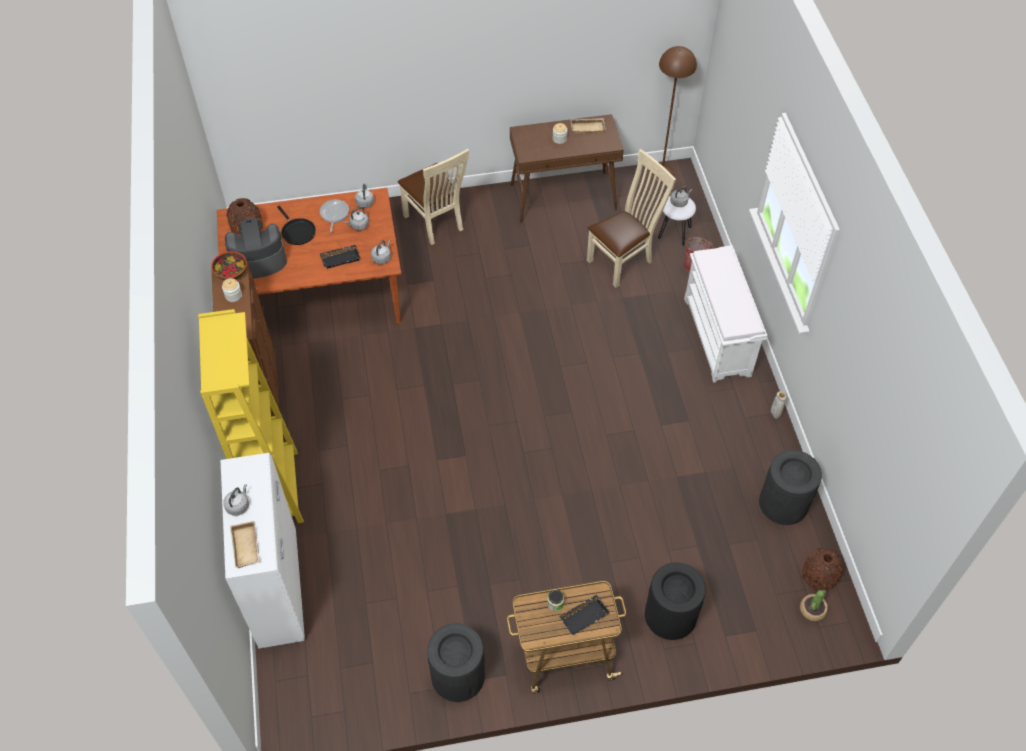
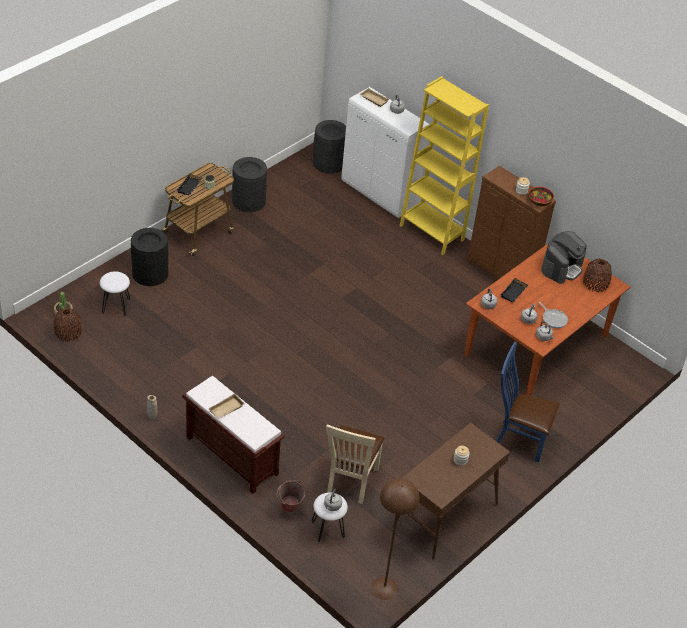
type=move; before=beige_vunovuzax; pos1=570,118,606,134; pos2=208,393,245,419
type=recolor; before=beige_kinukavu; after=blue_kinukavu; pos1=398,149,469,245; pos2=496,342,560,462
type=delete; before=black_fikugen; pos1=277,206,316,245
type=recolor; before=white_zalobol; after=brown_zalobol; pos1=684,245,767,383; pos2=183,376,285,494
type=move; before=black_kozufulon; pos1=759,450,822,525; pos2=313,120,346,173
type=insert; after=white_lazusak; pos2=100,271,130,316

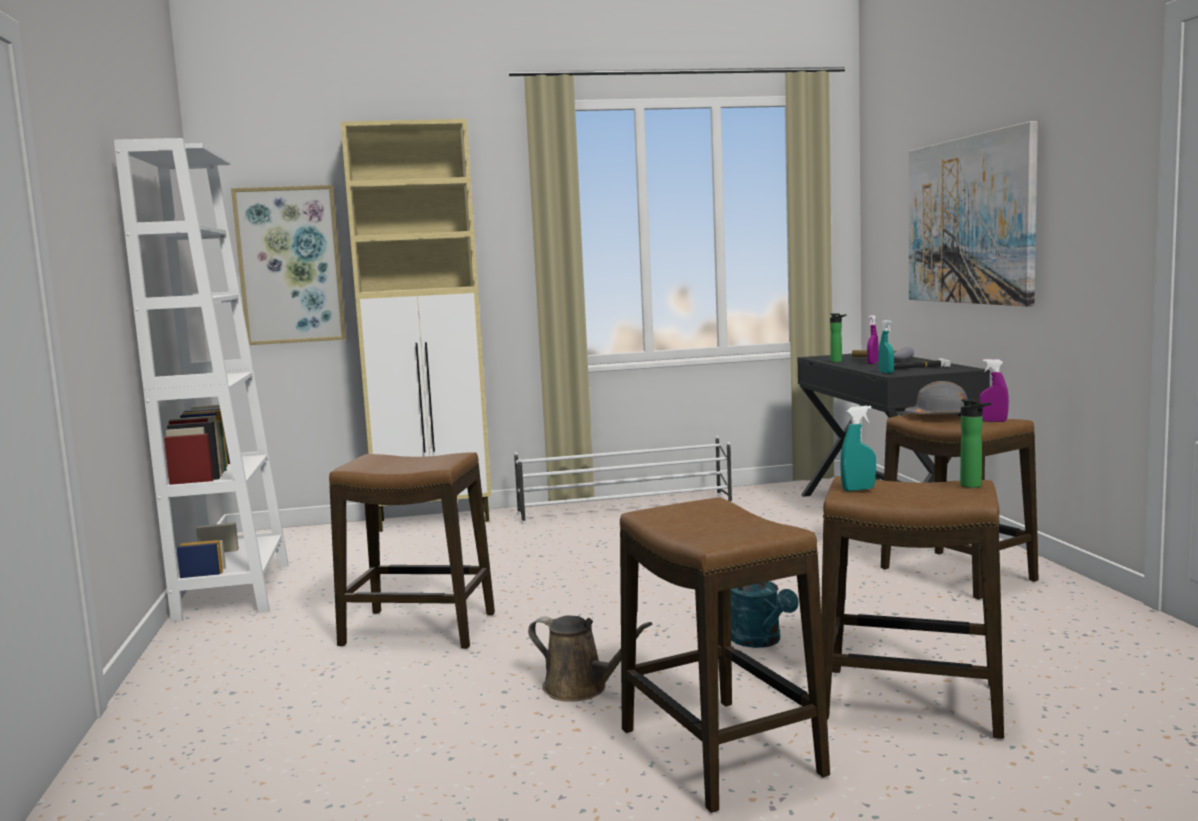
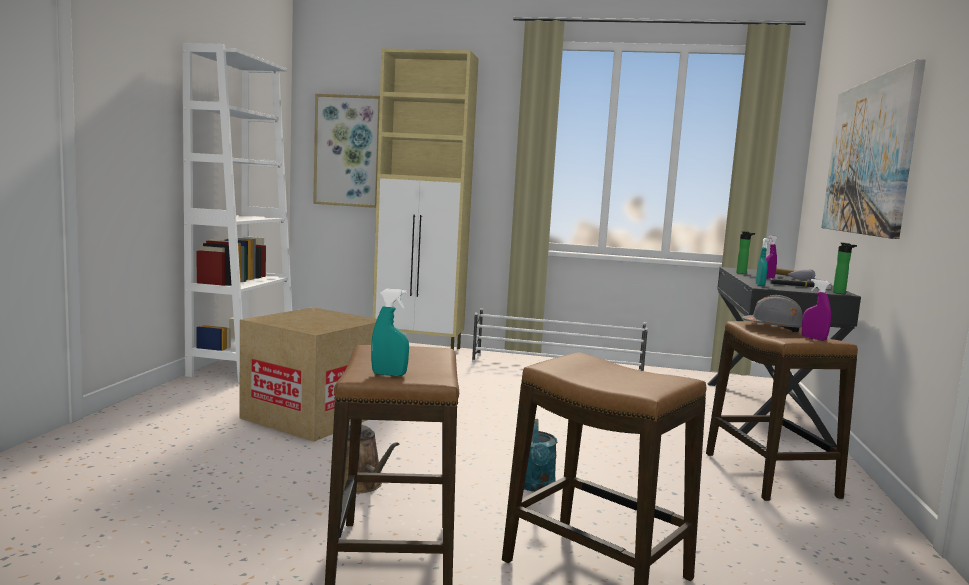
type=move; before=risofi; pos1=960,399,992,488; pos2=833,242,857,294
type=move; before=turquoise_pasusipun; pos1=840,406,876,491; pos2=371,289,409,376
type=replace; before=lazusak; after=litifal; pos1=329,452,495,649; pos2=239,307,377,442

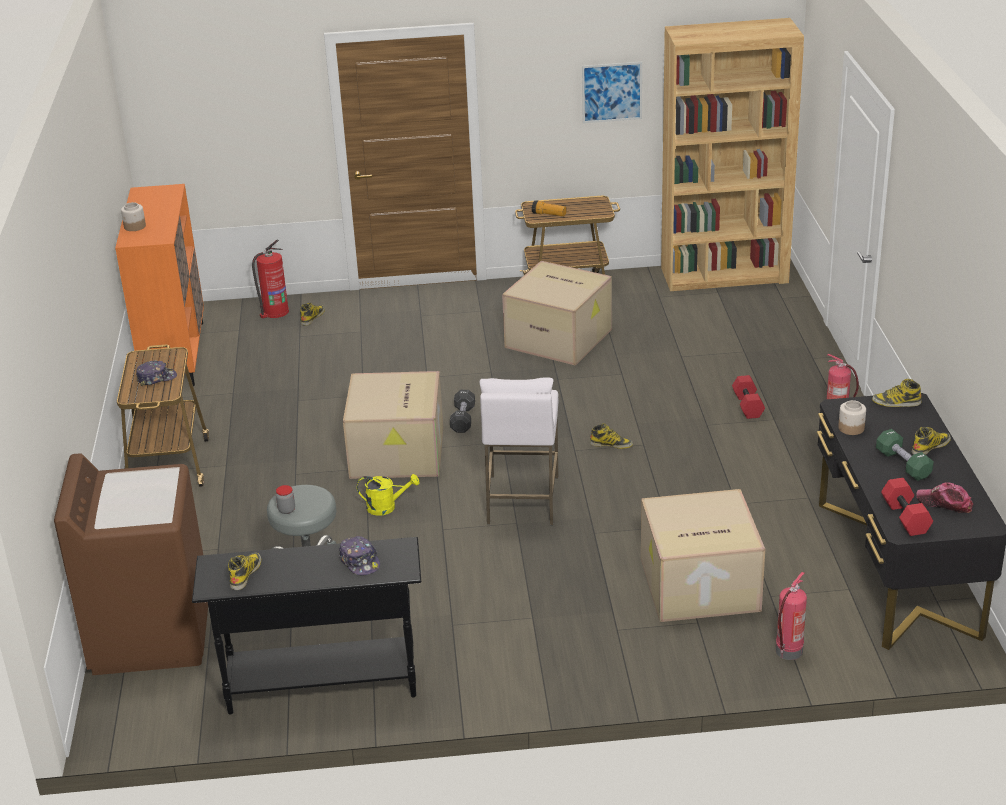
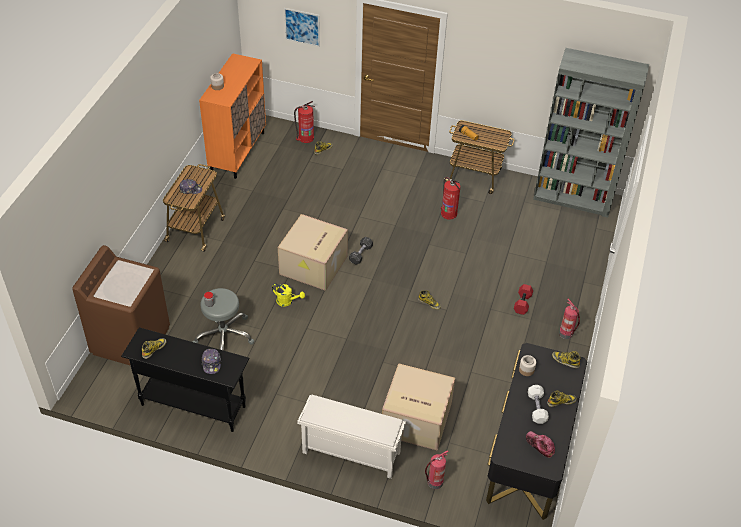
type=recolor; before=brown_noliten; after=grey_noliten; pos1=661,18,804,291; pos2=533,48,649,218
type=move; before=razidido; pos1=582,62,642,123; pos2=284,8,320,47
type=replace; before=litifal; after=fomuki; pos1=502,261,612,366; pos2=441,177,461,220
type=delete; before=white_lazusak; pos1=480,377,559,525
type=recolor; before=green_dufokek; after=white_dufokek; pos1=876,429,934,481; pos2=528,385,549,424
type=delete; before=red_dufokek; pos1=881,478,933,536
type=insert; after=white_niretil; pos2=297,395,406,479

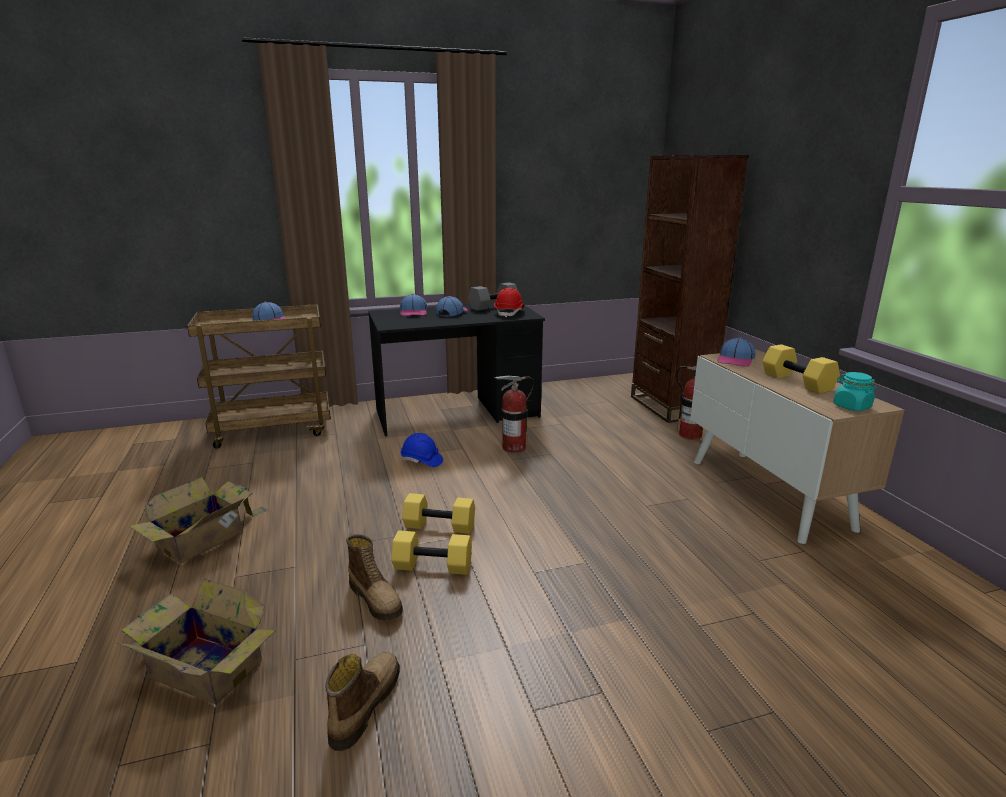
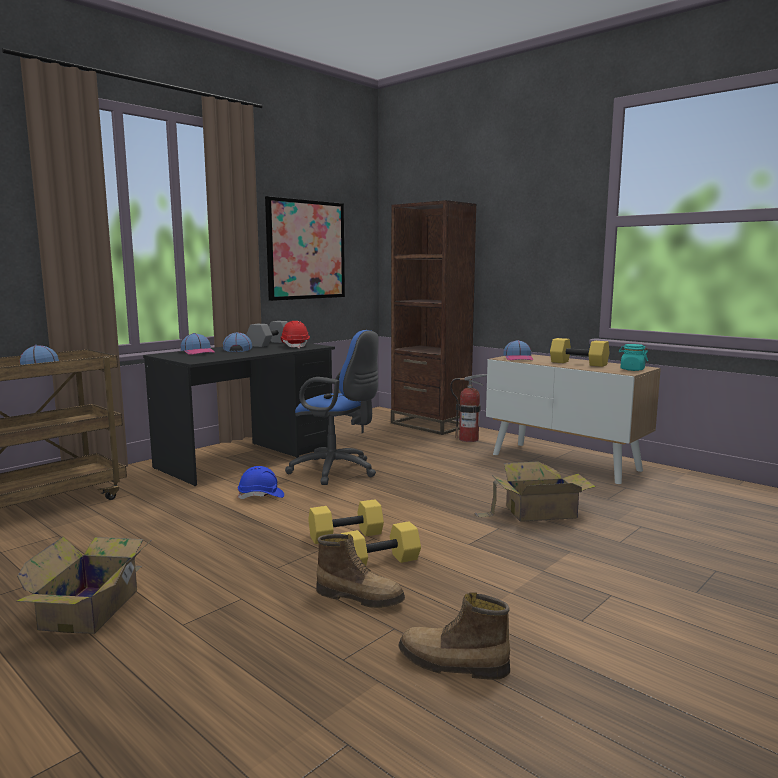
type=replace; before=fomuki; after=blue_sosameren; pos1=494,376,534,453; pos2=285,330,379,485
type=move; before=litifal; pos1=116,578,276,705; pos2=474,461,596,522
type=rotate; before=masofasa; pos1=326,652,400,751; pos2=398,592,510,680; turn=-60
type=insert; after=razidido; pos2=265,196,345,301

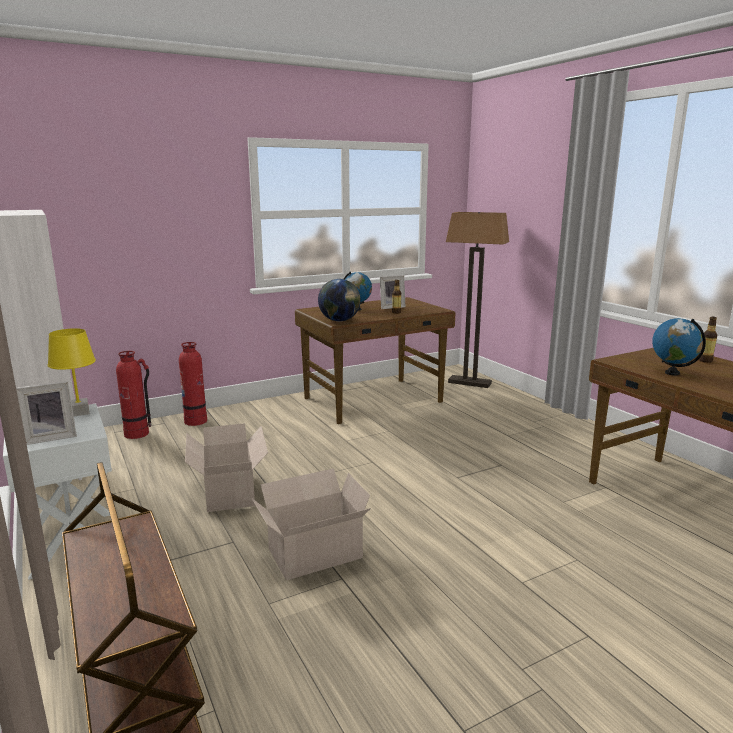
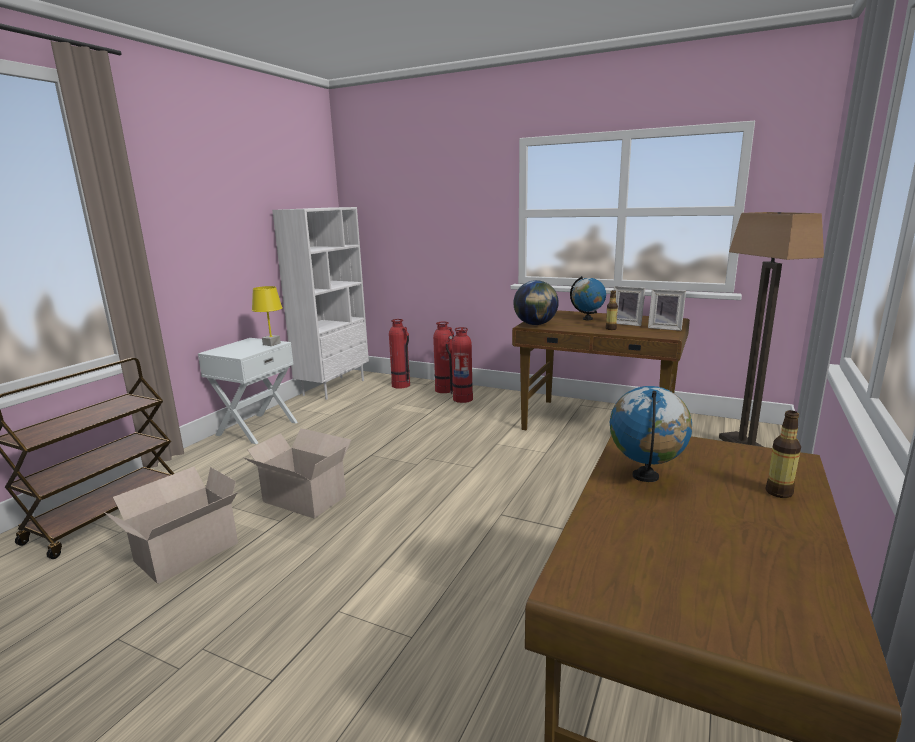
type=move; before=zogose; pos1=16,381,77,445; pos2=648,289,686,331
type=move; before=litifal; pos1=185,423,268,512; pos2=104,467,238,584
type=insert; after=fomuki; pos2=446,327,473,403

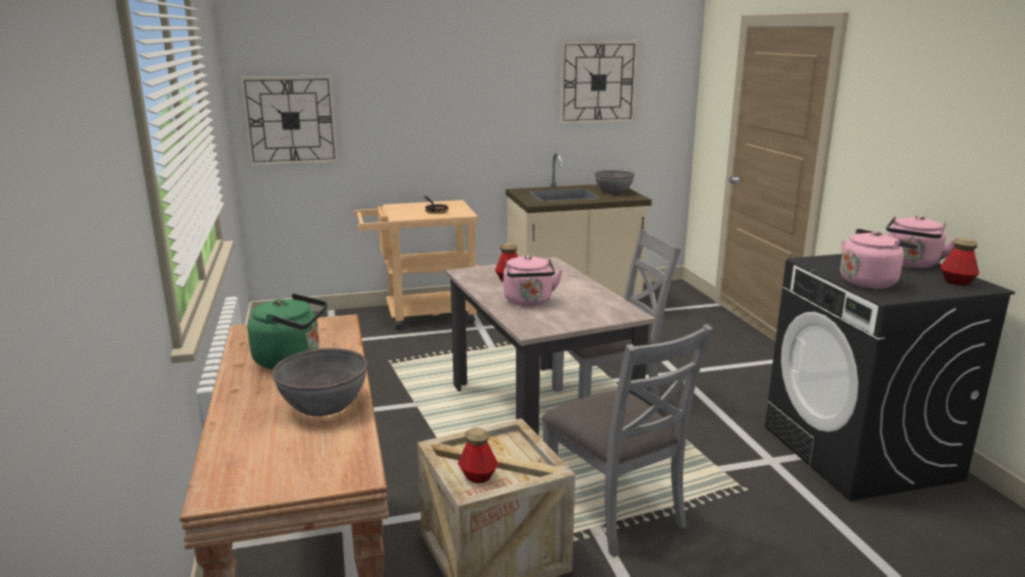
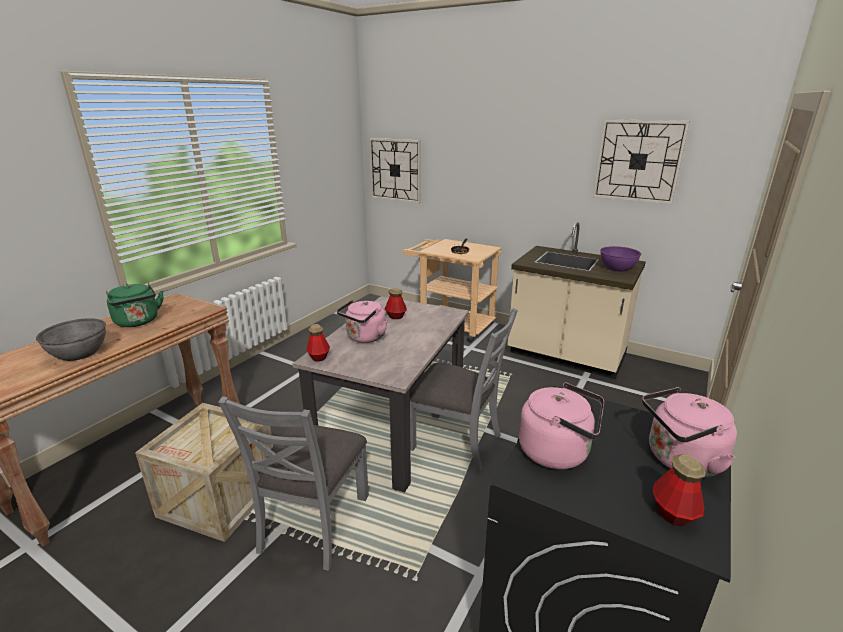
type=recolor; before=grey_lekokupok; after=purple_lekokupok; pos1=595,170,635,194; pos2=600,246,641,272
type=move; before=risofi; pos1=458,427,498,483; pos2=306,324,330,361

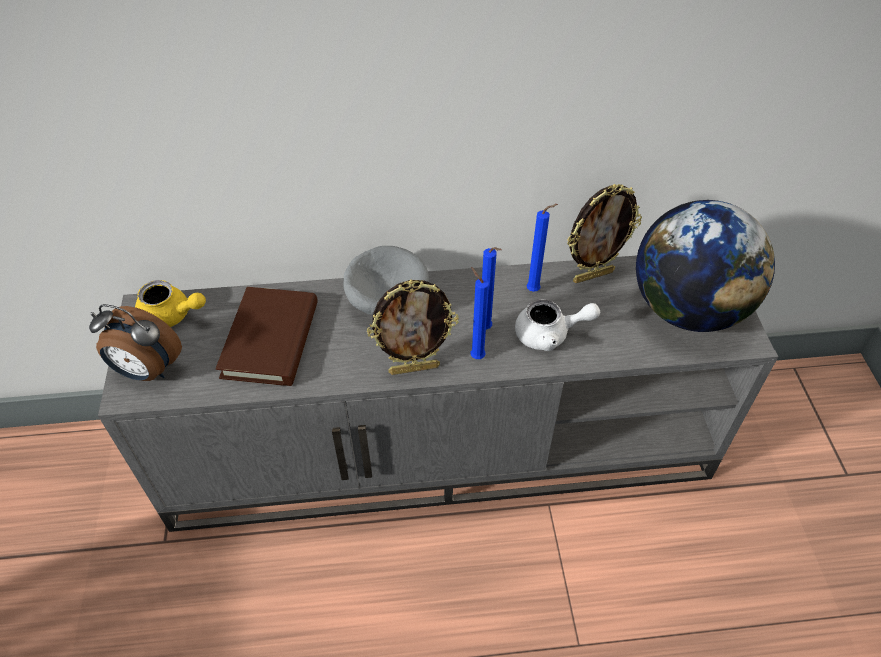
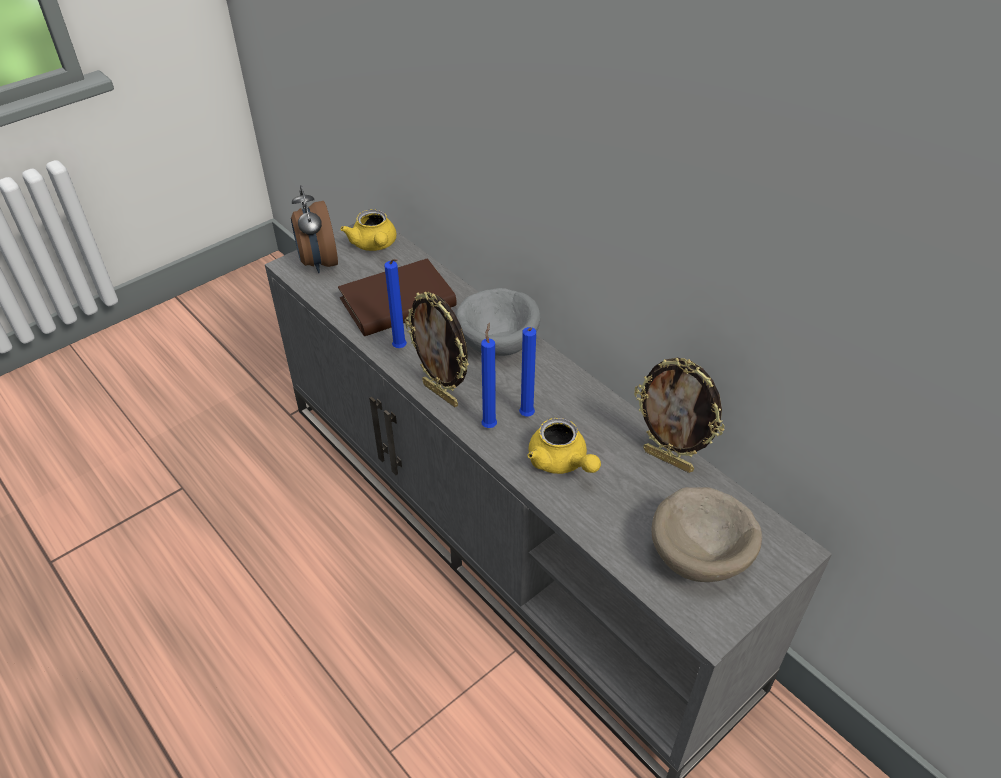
type=replace; before=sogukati; after=beige_lekokupok; pos1=636,200,775,332; pos2=652,487,763,582
type=move; before=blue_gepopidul; pos1=527,204,558,292; pos2=384,259,407,348
type=recolor; before=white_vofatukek; after=yellow_vofatukek; pos1=515,299,600,351; pos2=528,418,601,474

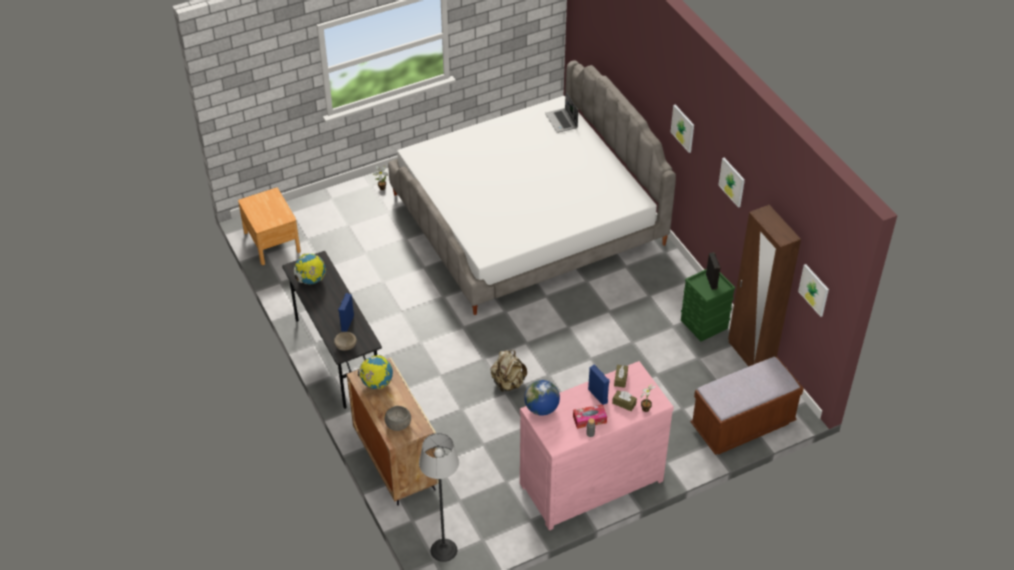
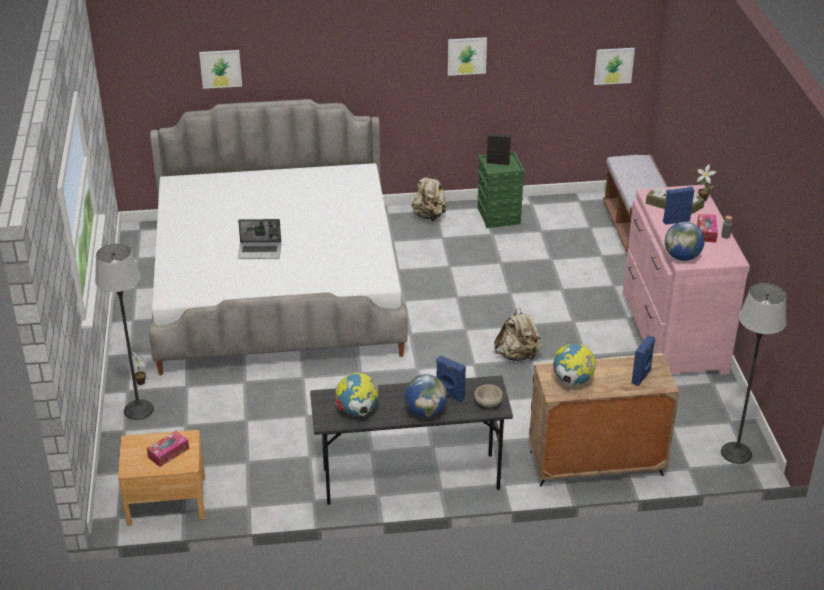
type=move; before=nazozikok; pos1=545,92,578,133; pos2=238,219,281,259
type=move; before=razidido; pos1=671,105,694,153; pos2=199,50,242,89
type=delete; before=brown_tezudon; pos1=728,205,801,366
type=replace; before=grey_lekokupok; after=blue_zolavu; pos1=384,406,411,431; pos2=632,335,655,386
type=insert; after=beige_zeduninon; pos2=412,173,447,221
type=insert; after=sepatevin; pos2=95,243,154,420
type=insert; after=sogukati; pos2=404,374,447,417
type=insert; after=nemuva; pos2=147,431,189,467

